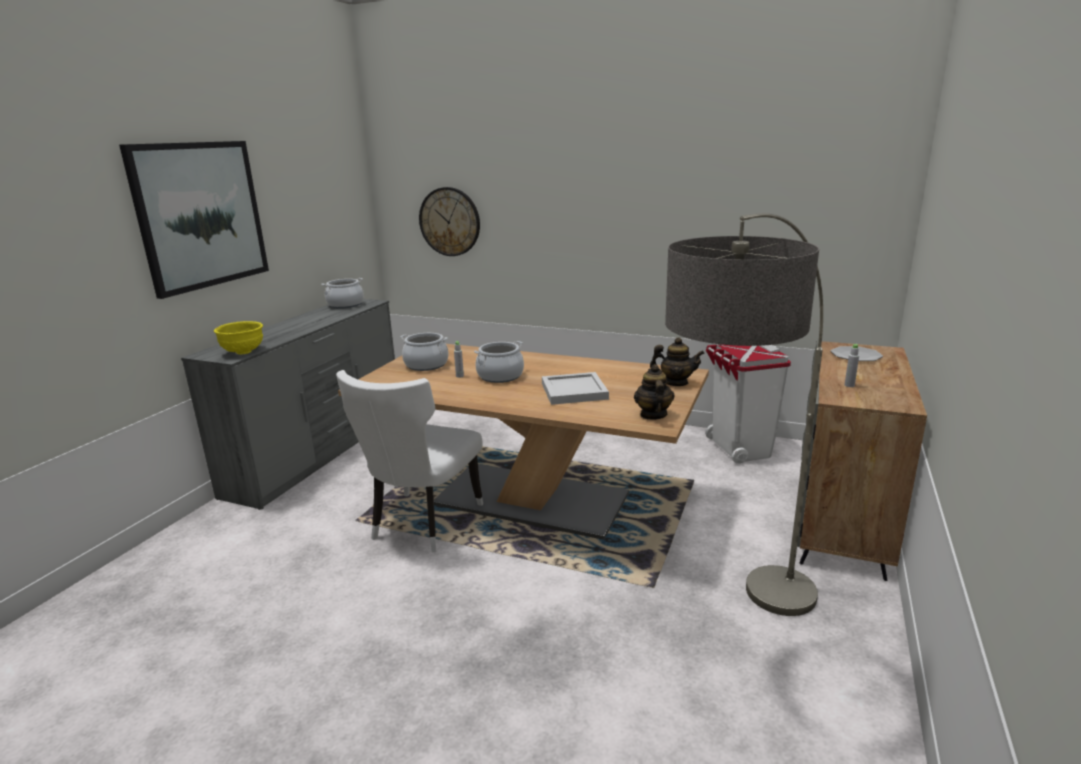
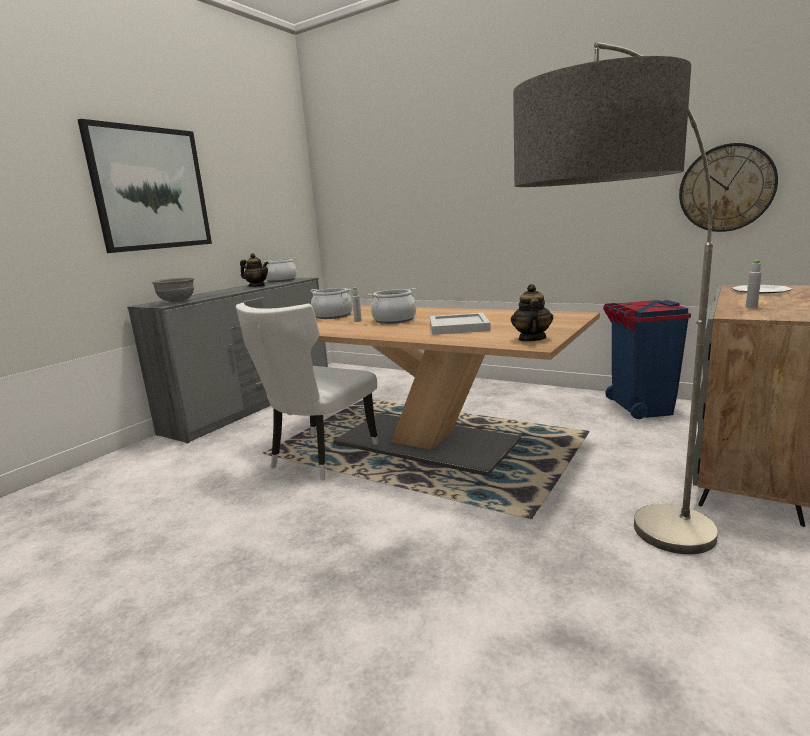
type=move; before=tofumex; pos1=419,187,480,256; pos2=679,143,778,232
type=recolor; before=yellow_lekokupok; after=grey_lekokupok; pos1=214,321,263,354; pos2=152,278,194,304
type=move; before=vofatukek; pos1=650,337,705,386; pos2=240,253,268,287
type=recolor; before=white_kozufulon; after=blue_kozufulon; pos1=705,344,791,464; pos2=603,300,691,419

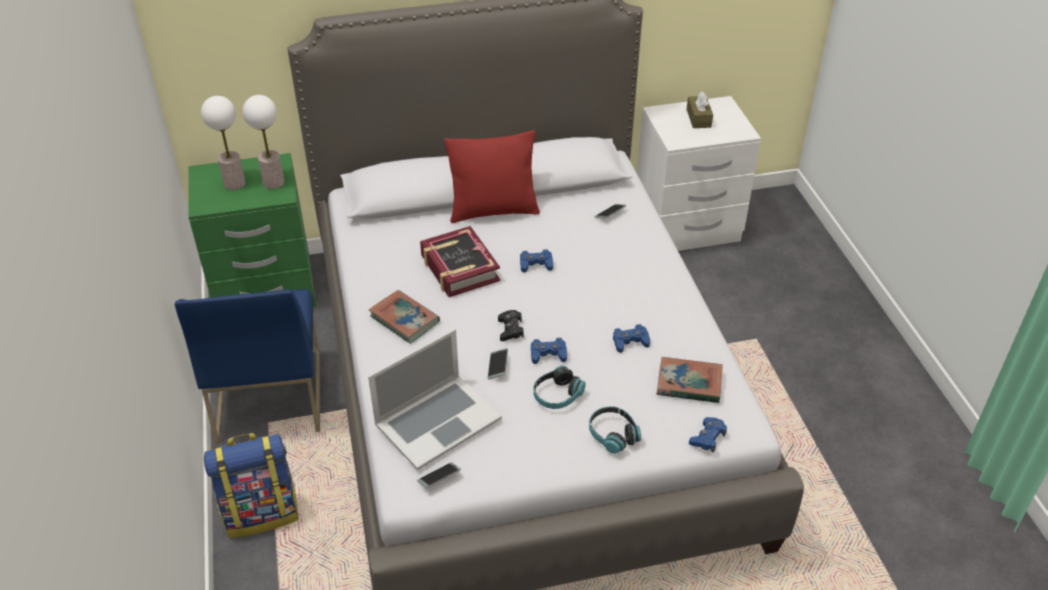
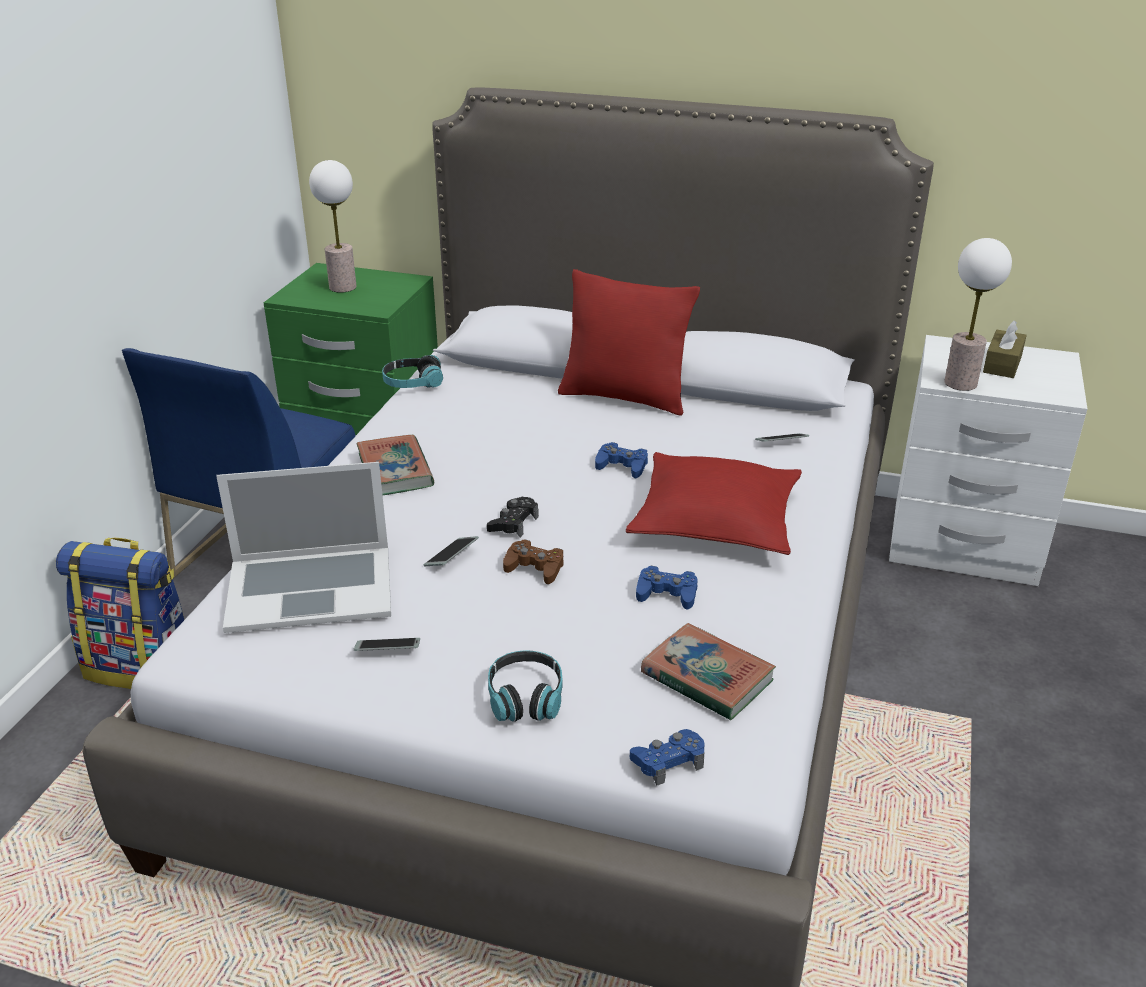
type=move; before=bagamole; pos1=242,95,284,189; pos2=944,238,1012,391
type=delete; before=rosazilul; pos1=420,226,500,297
type=recolor; before=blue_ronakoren; after=brown_ronakoren; pos1=531,338,567,364; pos2=503,539,564,584
type=move; before=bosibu; pos1=533,366,586,409; pos2=382,355,443,388
type=move; before=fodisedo; pos1=417,462,461,488; pos2=354,638,420,651
type=insert; after=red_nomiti; pos2=626,452,802,555

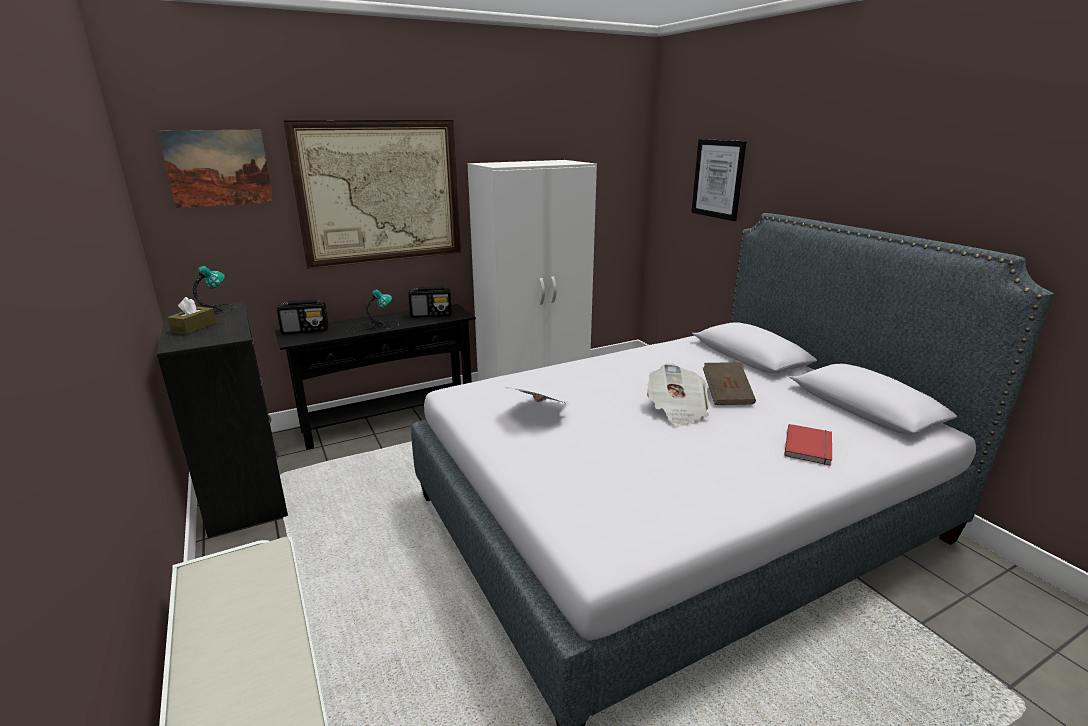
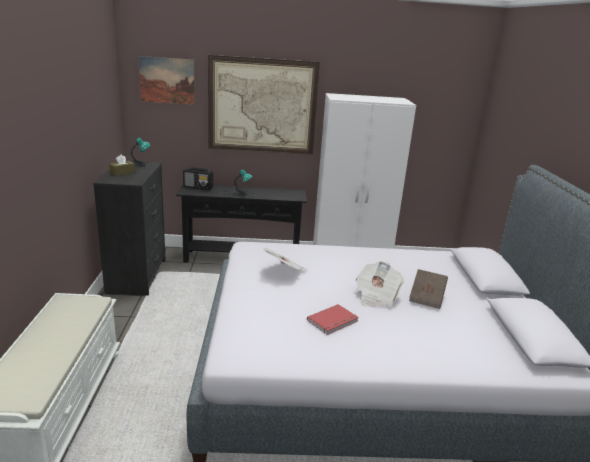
type=delete; before=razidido; pos1=691,139,746,221
type=delete; before=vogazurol; pos1=408,286,452,318
type=move; before=red_rosazilul; pos1=784,424,832,466; pos2=307,304,359,335

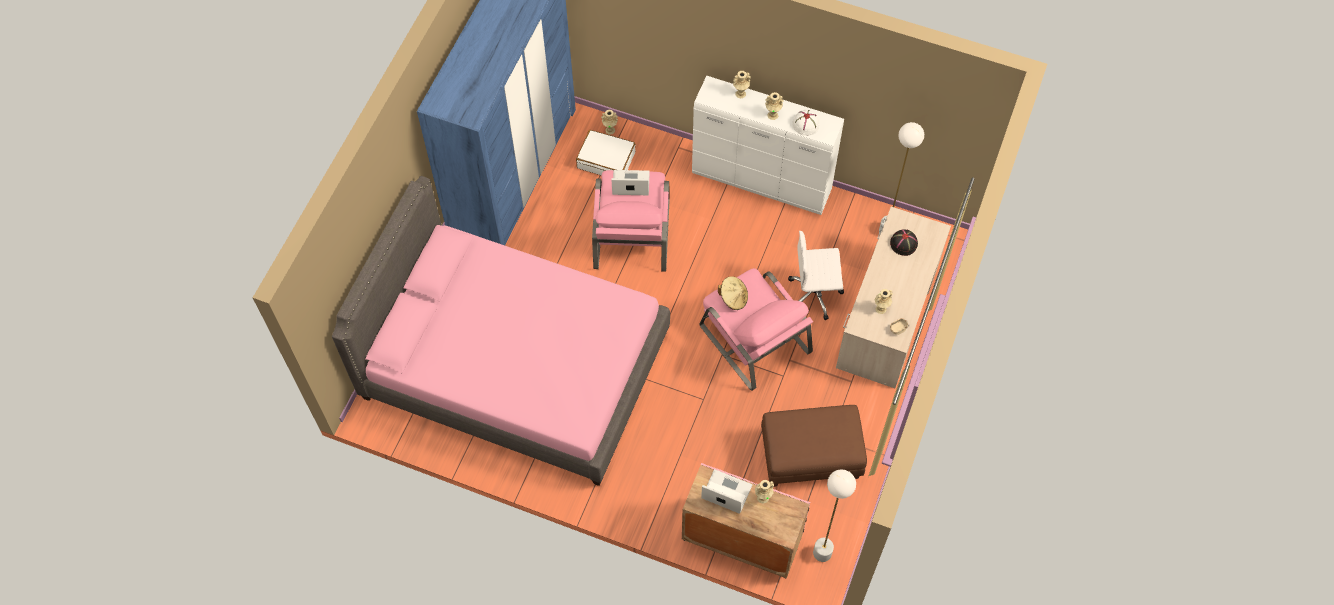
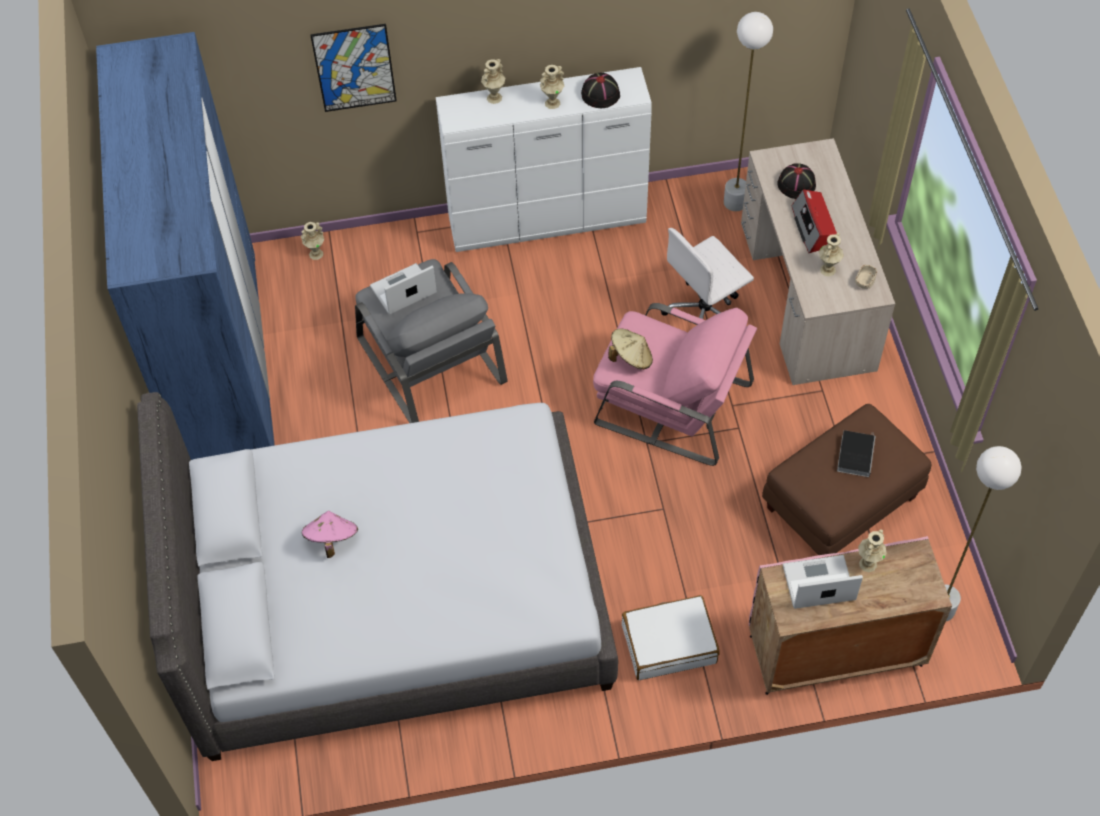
type=recolor; before=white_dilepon; after=black_dilepon; pos1=792,110,820,136; pos2=581,72,620,108
type=move; before=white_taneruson; pos1=576,130,636,176; pos2=622,595,720,680
type=recolor; before=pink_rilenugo; after=grey_rilenugo; pos1=592,170,670,272; pos2=355,259,508,423
type=recolor; before=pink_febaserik; after=grey_febaserik; pos1=332,176,670,486; pos2=137,392,618,761
type=insert; after=razidido; pos2=310,24,397,112
type=insert; after=vogazurol; pos2=792,189,837,253
type=insert; after=rosazilul; pos2=837,430,875,477
type=insert; after=pink_dilepon; pos2=302,511,358,558

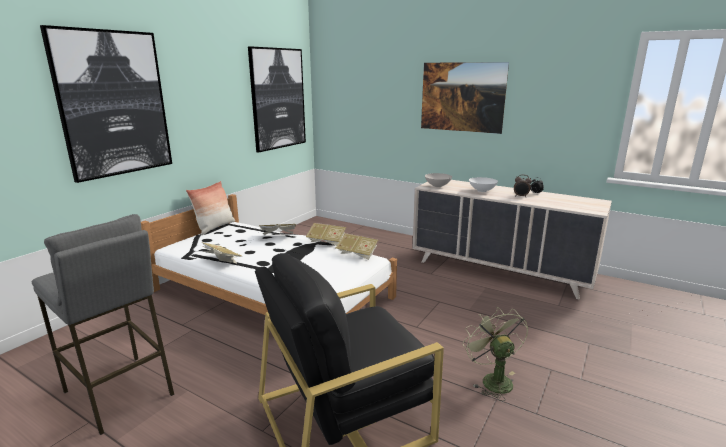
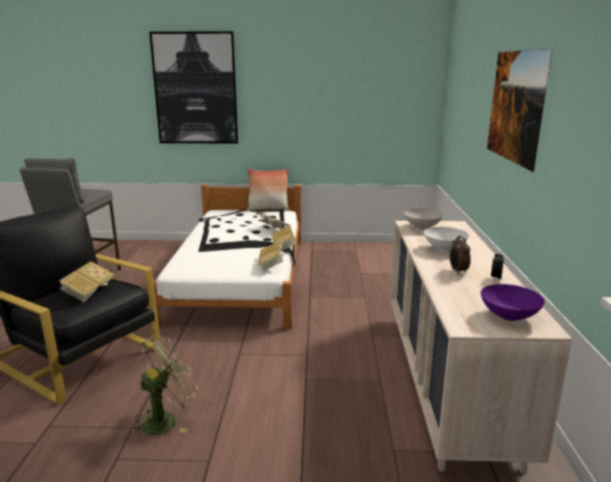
type=delete; before=razidido; pos1=248,46,306,152
type=move; before=rosazilul; pos1=202,242,241,263; pos2=59,261,115,302
type=insert; after=purple_lekokupok; pos2=481,284,545,321

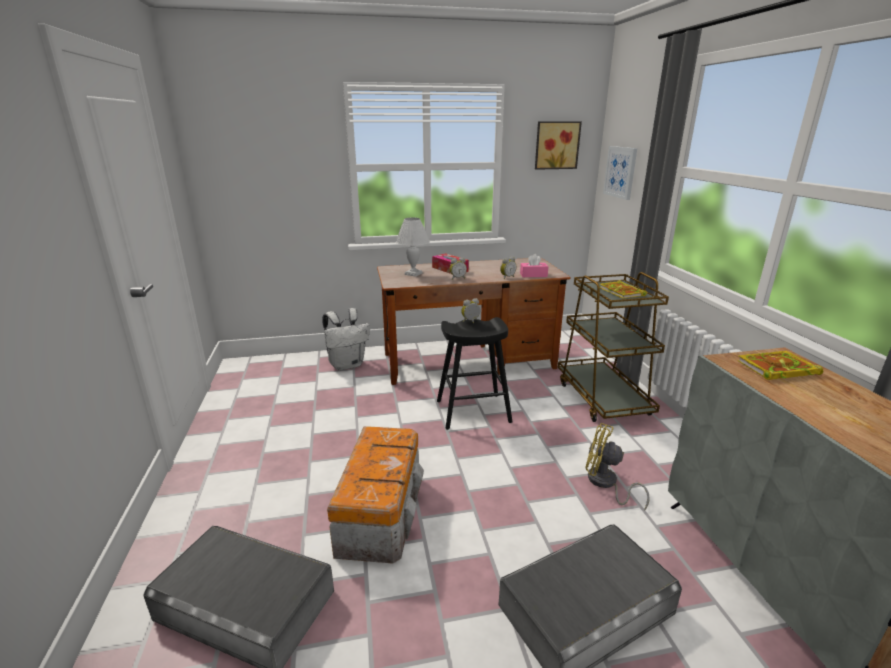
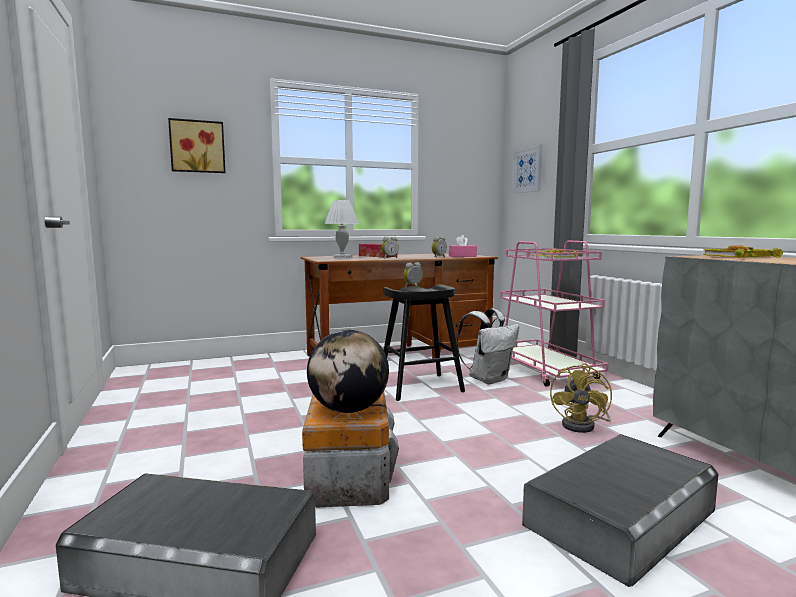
type=move; before=razidido; pos1=535,121,582,170; pos2=168,118,226,173
type=recolor; before=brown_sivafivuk; after=pink_sivafivuk; pos1=558,272,669,422; pos2=500,240,609,387
type=move; before=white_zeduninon; pos1=322,308,370,371; pos2=457,309,519,385
type=rotate; before=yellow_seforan; pos1=585,423,650,511; pos2=550,363,612,433; turn=-90
type=insert; after=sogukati; pos2=307,330,389,413

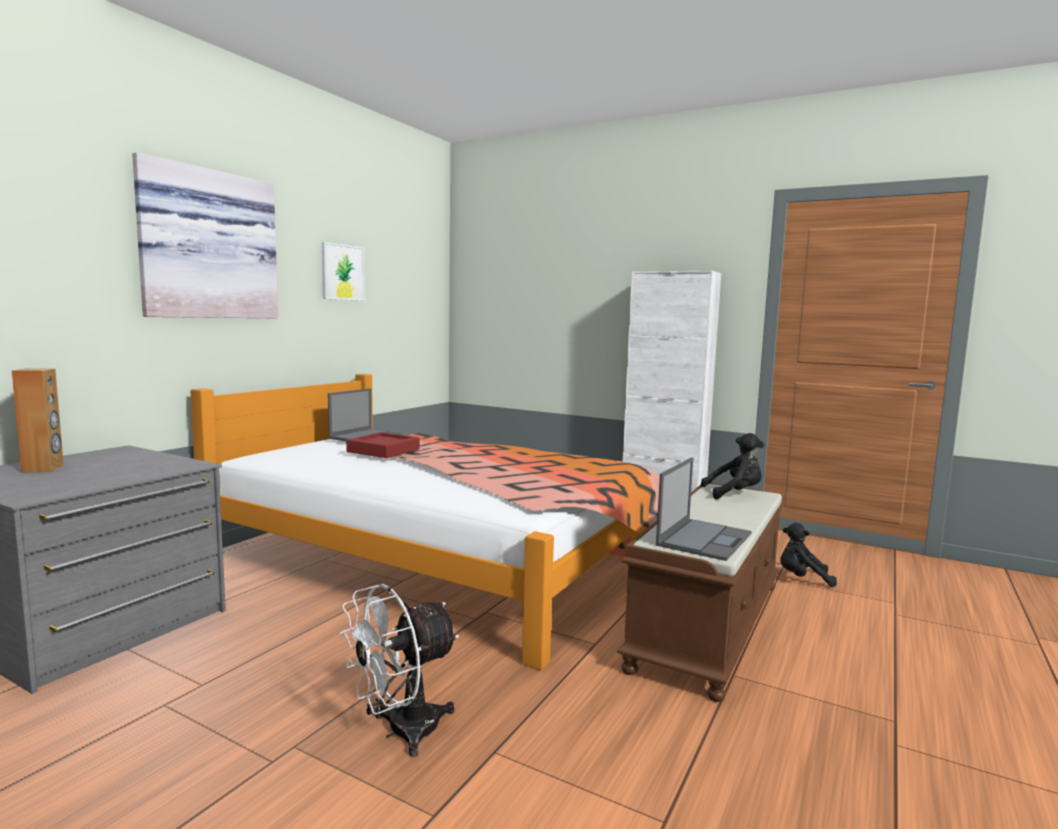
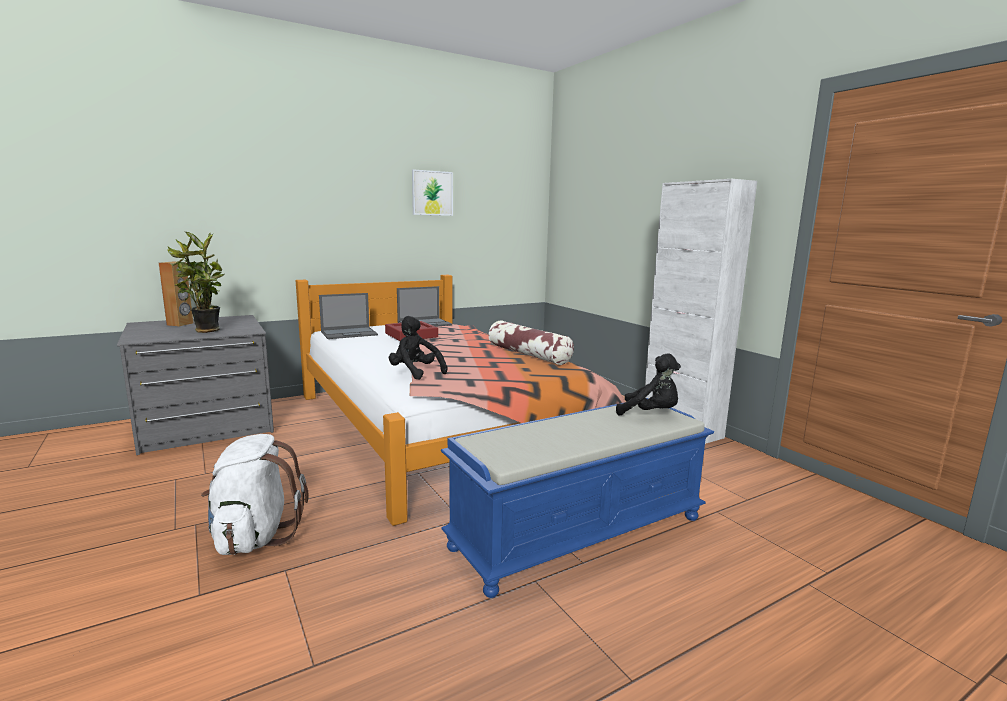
type=delete; before=razidido; pos1=132,152,278,319
type=move; before=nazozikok; pos1=656,457,752,561; pos2=319,293,378,339
type=recolor; before=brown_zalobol; after=blue_zalobol; pos1=617,483,785,702; pos2=441,398,714,598
type=move; before=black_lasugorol; pos1=780,523,837,587; pos2=389,316,447,379
type=replace; before=white_seforan; after=white_zeduninon; pos1=340,584,459,757; pos2=201,434,309,555
type=insert; after=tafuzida; pos2=167,232,225,333
type=insert; after=nomiti; pos2=488,321,574,365

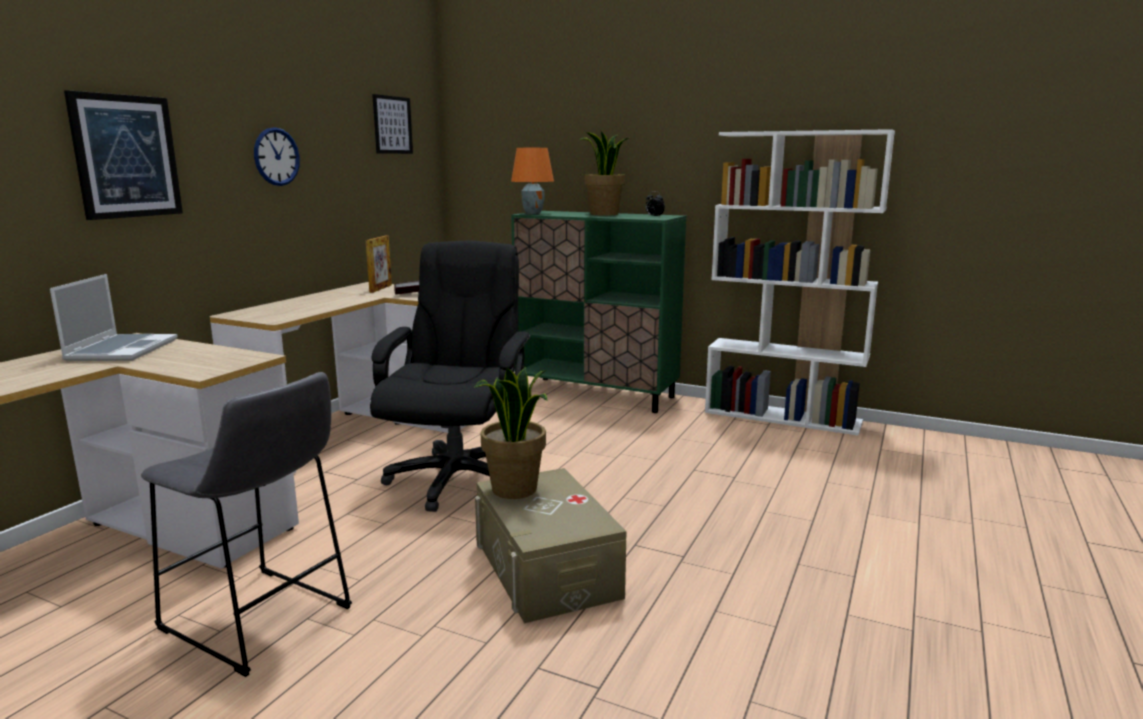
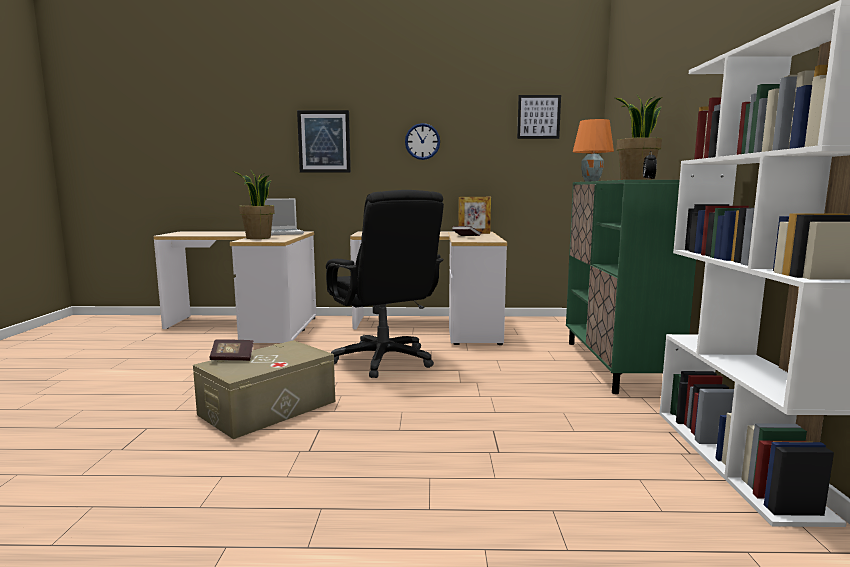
type=rotate; before=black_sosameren; pos1=370,241,531,512; pos2=326,190,444,378; turn=75
type=move; before=tafuzida; pos1=475,367,547,499; pos2=233,171,275,239
type=delete; before=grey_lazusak; pos1=141,372,352,677
type=insert; after=rosazilul; pos2=210,340,253,361

